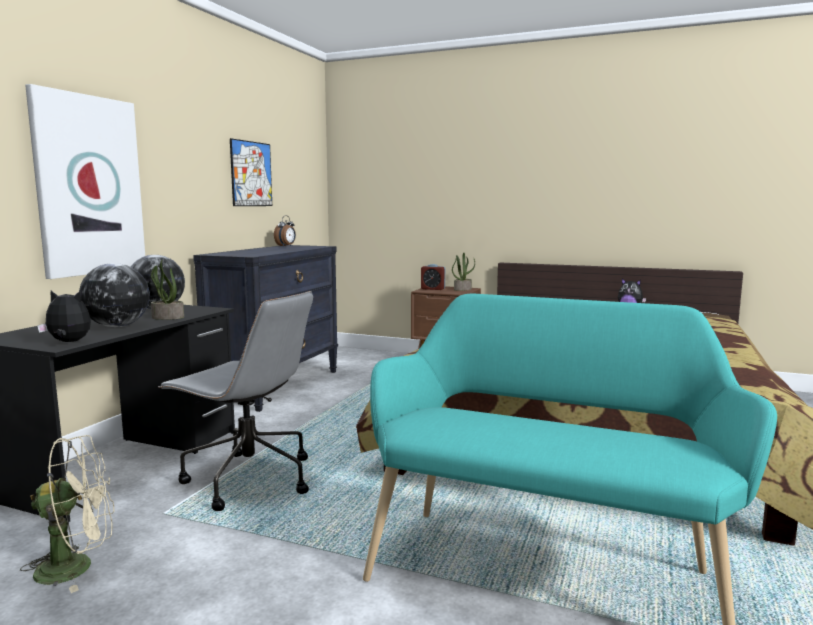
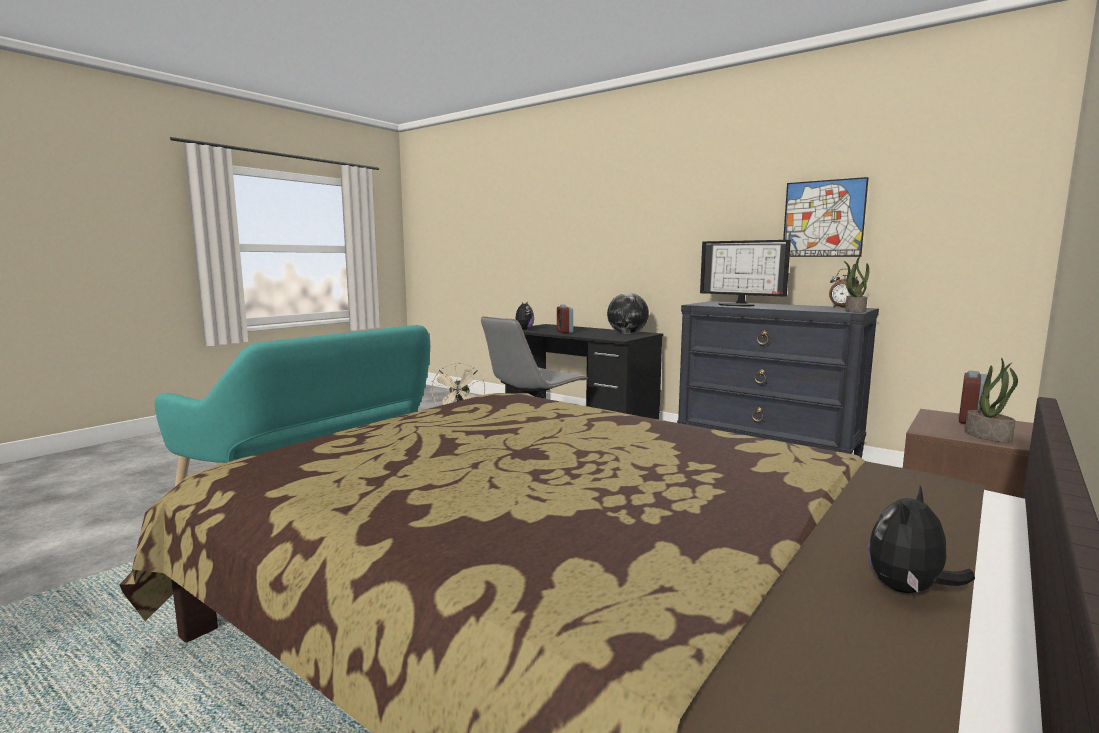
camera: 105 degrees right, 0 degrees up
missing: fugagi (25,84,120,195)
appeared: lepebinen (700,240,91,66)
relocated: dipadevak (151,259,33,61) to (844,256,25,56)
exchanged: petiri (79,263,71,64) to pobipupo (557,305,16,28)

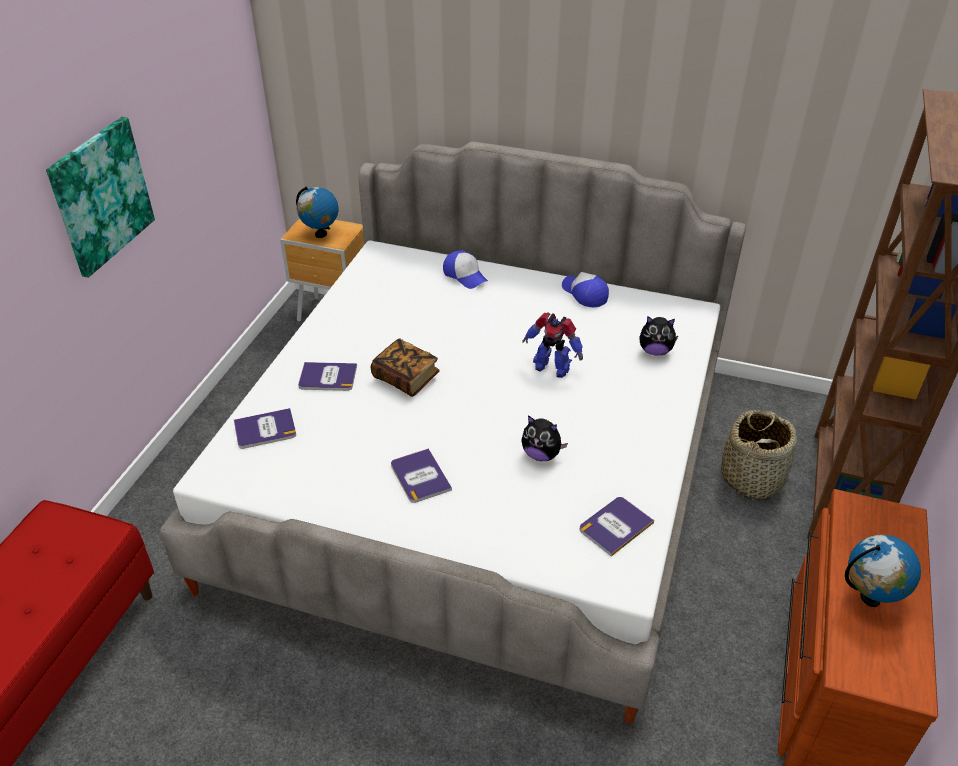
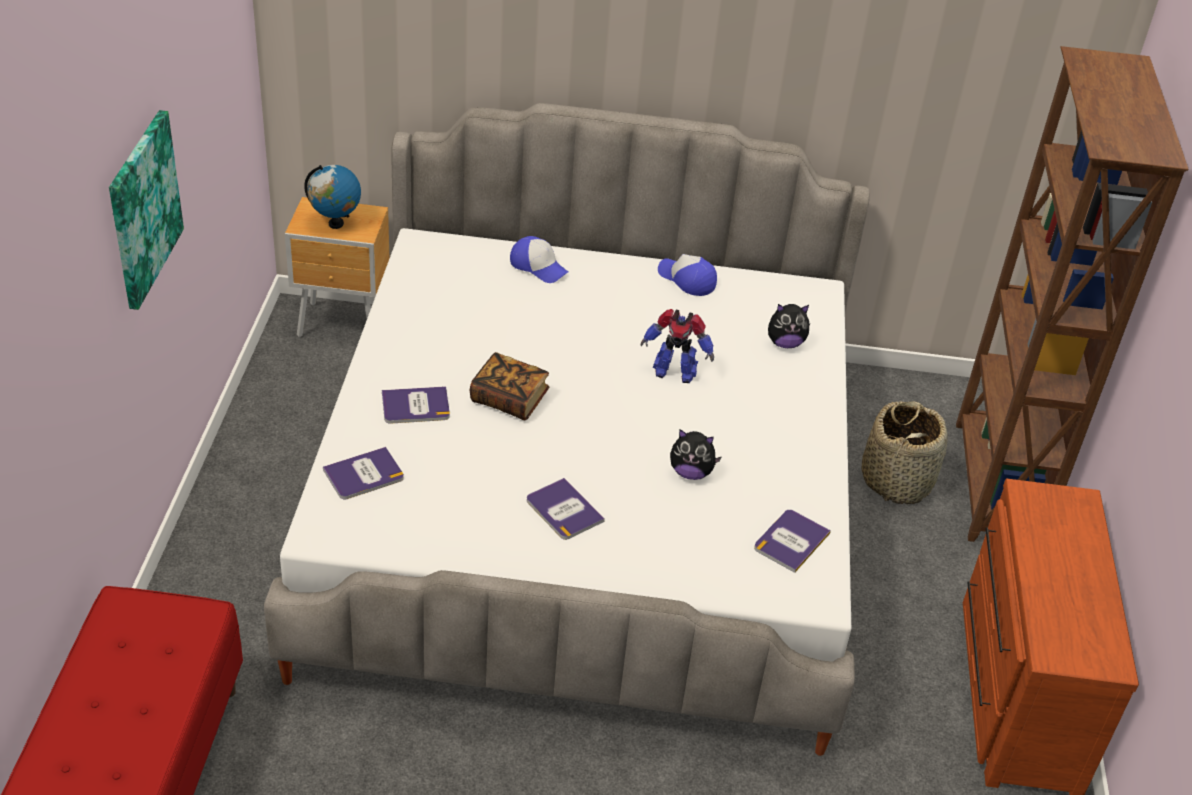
camera: 15 degrees left, 0 degrees up
missing: petiri (845,535,76,72)

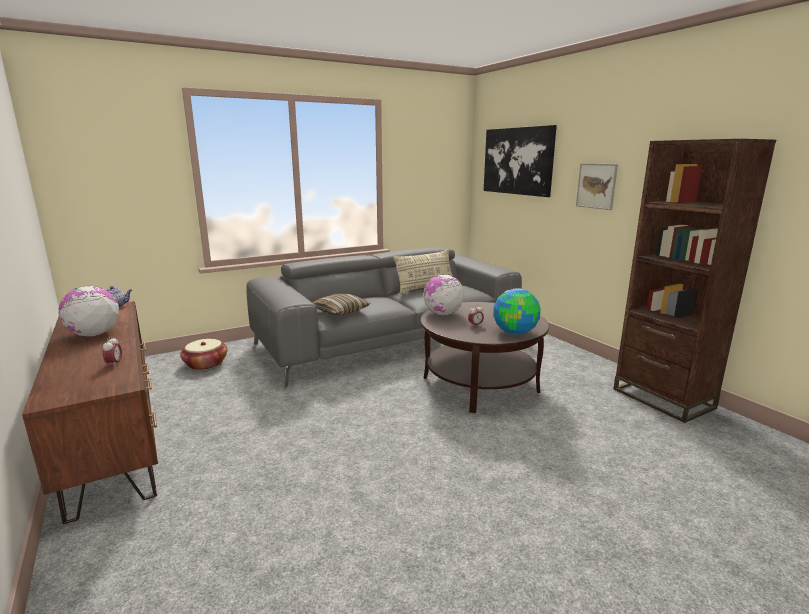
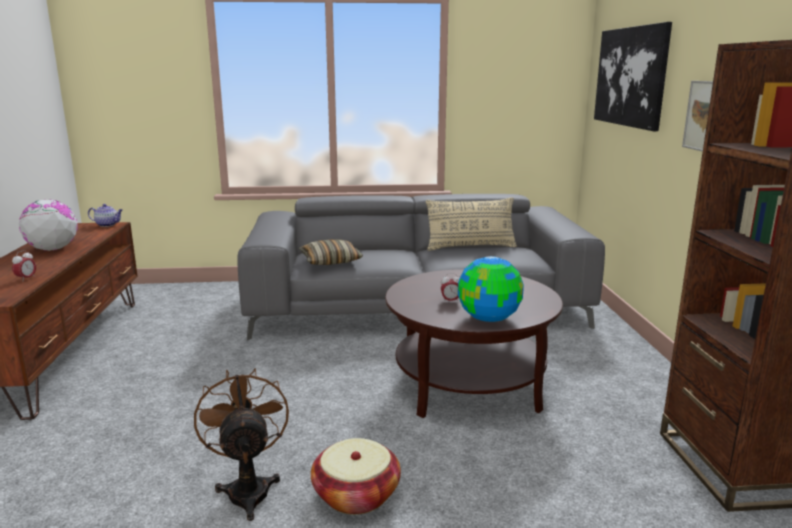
camera: 25 degrees right, 0 degrees up
missing: petiri (423,274,41,41)
appeared: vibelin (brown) (194,368,95,153)
relocated: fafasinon (180,339,48,31) to (311,438,90,77)

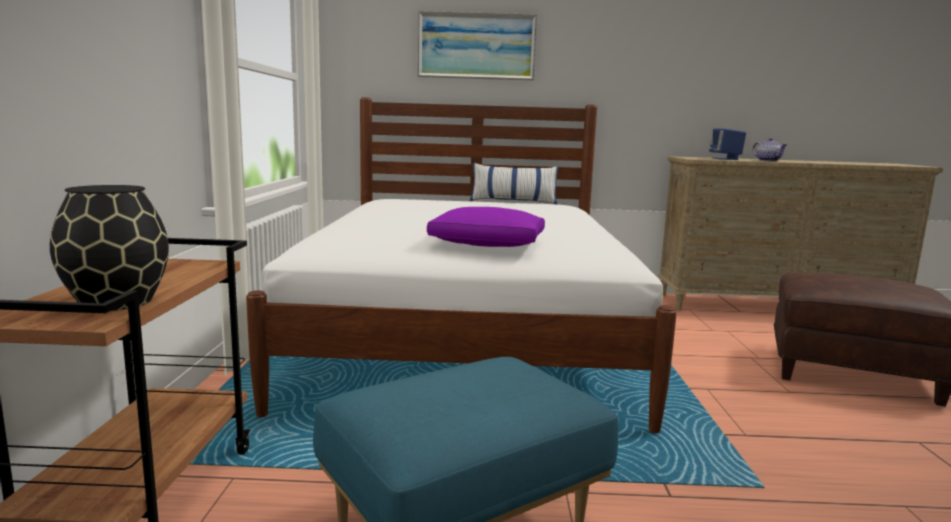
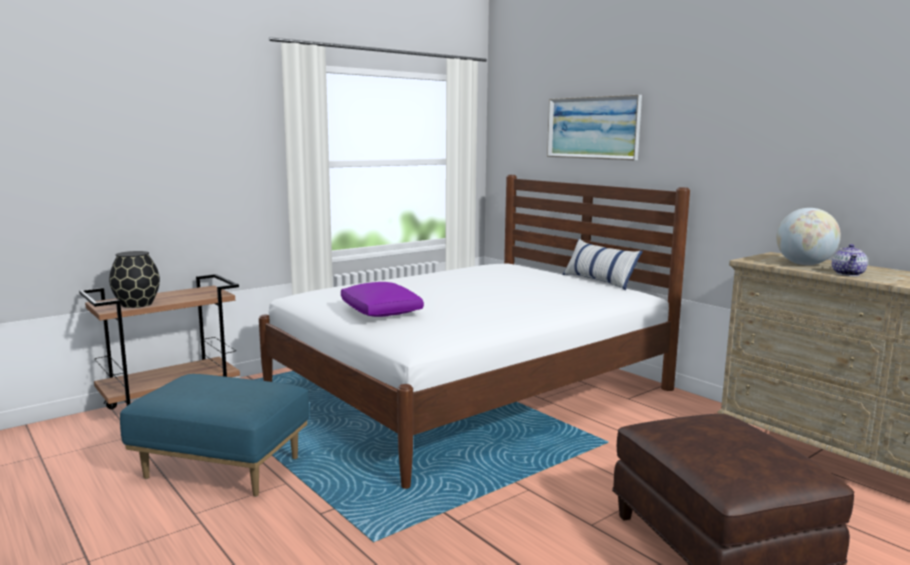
camera: 50 degrees right, 0 degrees up
exchanged: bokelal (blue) (709,129,37,31) to petiri (776,208,65,57)

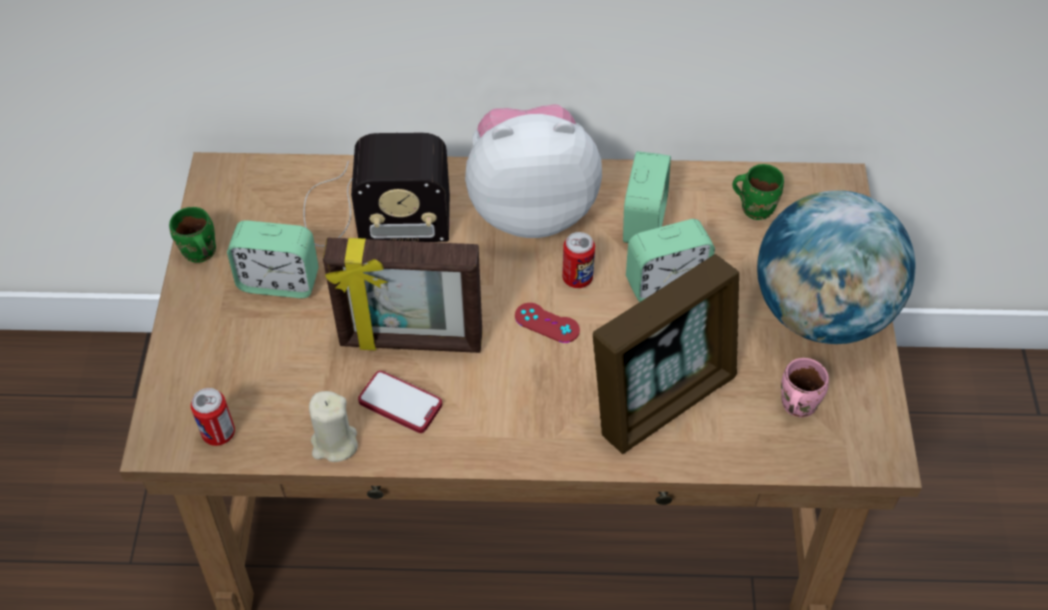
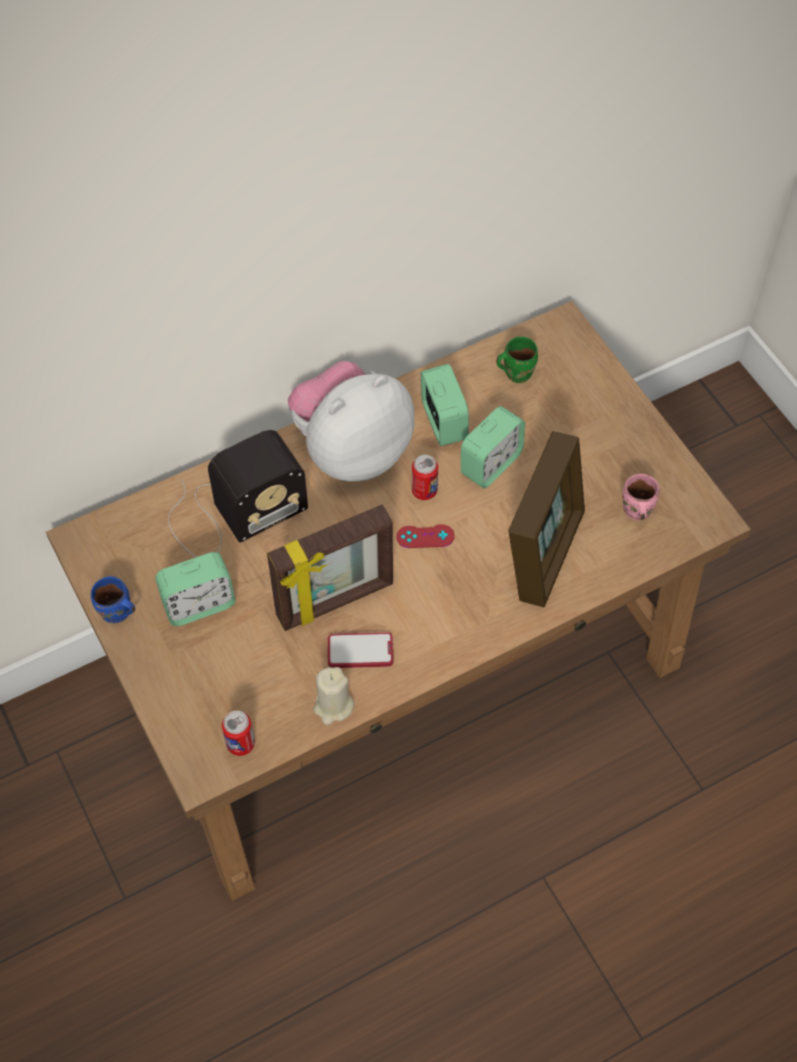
camera: 30 degrees left, 5 degrees up
missing: petiri (757,190,159,154)
colour: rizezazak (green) (169,207,47,56) to rizezazak (blue) (91,576,45,47)

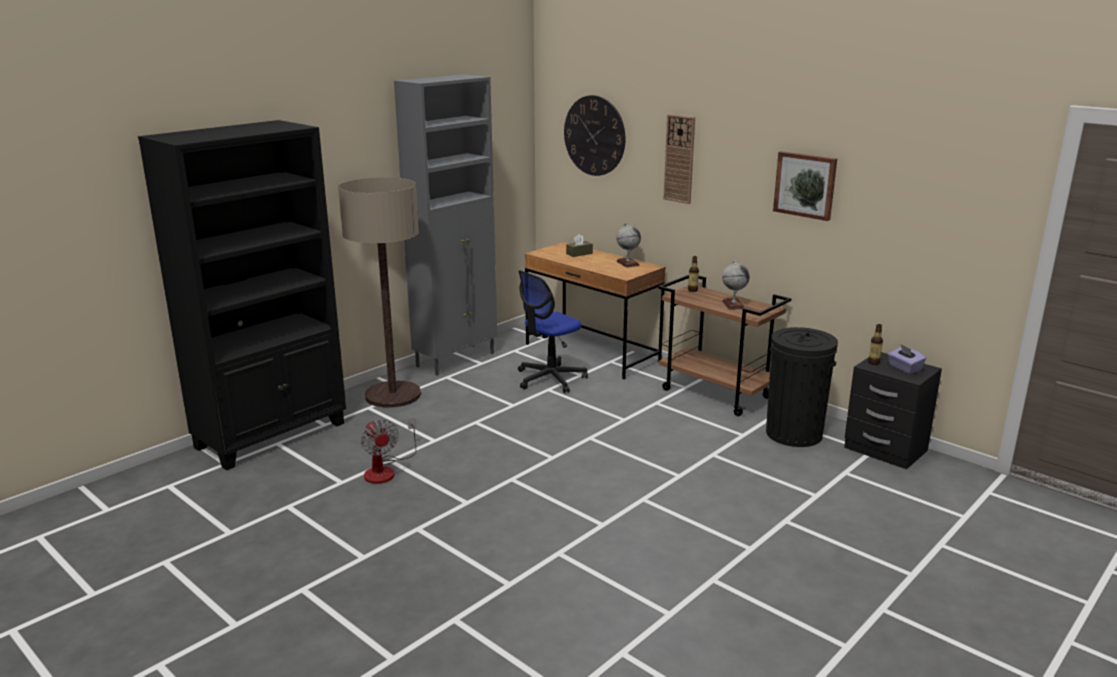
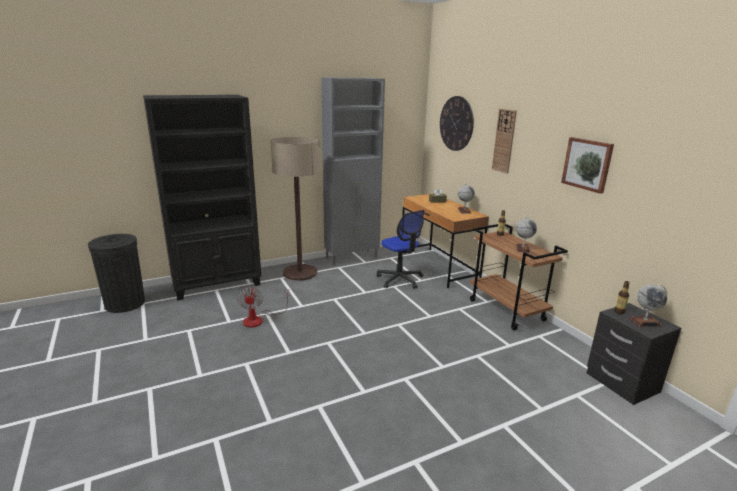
camera: 20 degrees right, 0 degrees up
relocated: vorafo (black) (766,327,72,120) to (88,234,57,79)
exchanged: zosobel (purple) (888,344,38,30) to petiri (629,284,38,43)
spun: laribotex (518,270,70,123) = (377,210,48,79) 105 degrees counterclockwise

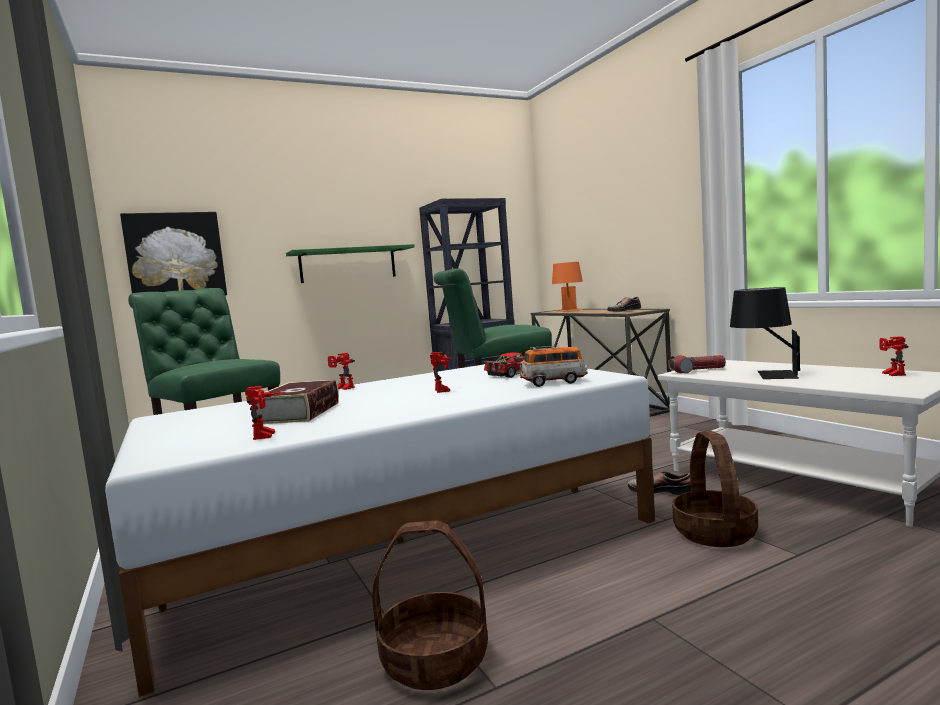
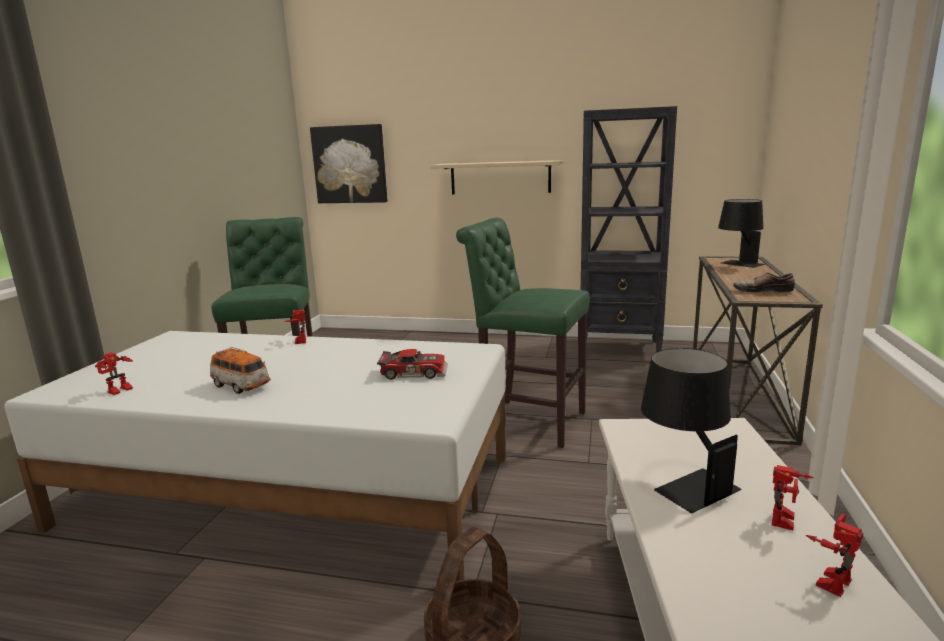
camera: 40 degrees right, 10 degrees up
missing: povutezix (256,380,83,44); fafasinon (372,520,116,170); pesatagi (628,471,63,24); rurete (668,355,58,18)
relocated: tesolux (430,352,22,41) to (772,465,42,65); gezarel (520,346,68,41) to (210,347,60,47)
colour: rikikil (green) (286,244,129,39) to rikikil (beige) (430,160,133,34); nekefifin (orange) (552,262,31,50) to nekefifin (black) (718,199,47,69)

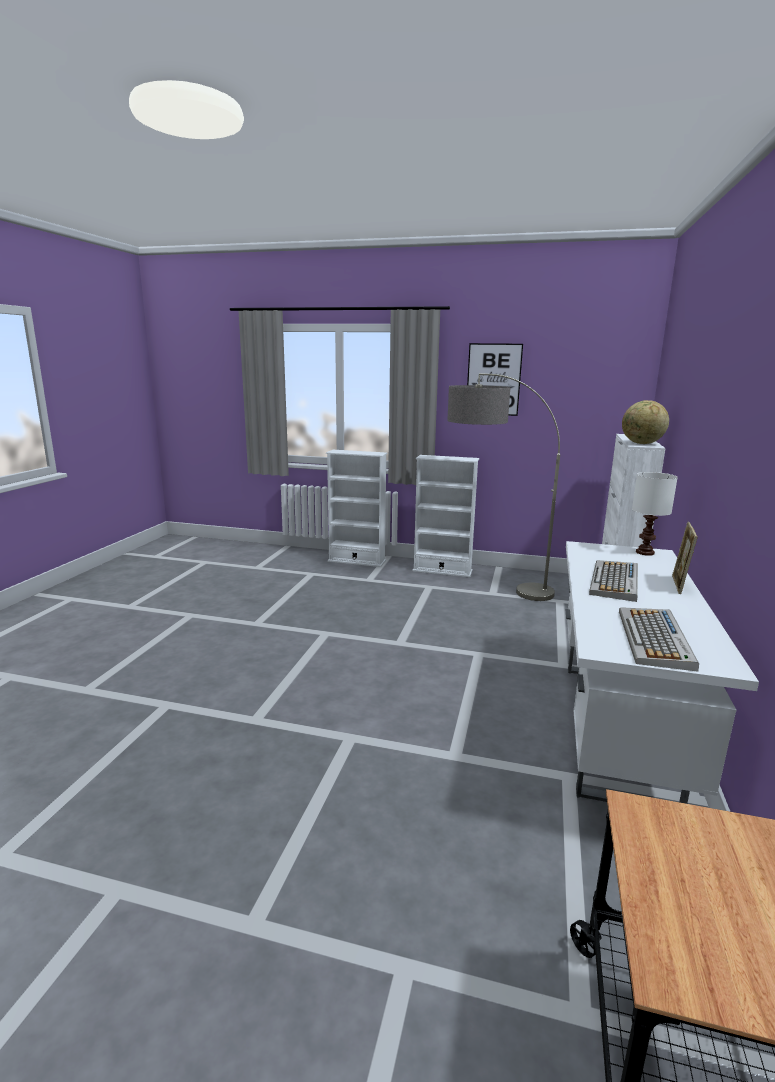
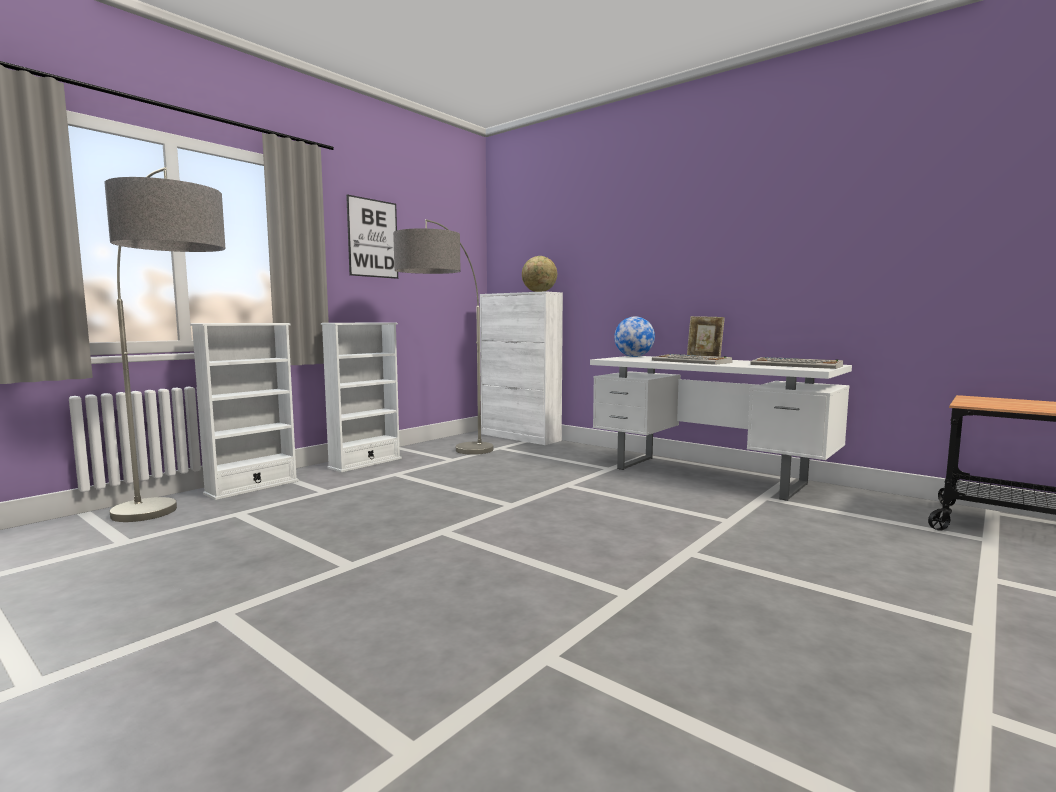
camera: 65 degrees left, 10 degrees down
appeared: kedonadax (104,167,121,355)
exchanged: nekefifin (white) (632,472,46,84) to petiri (614,316,41,41)

